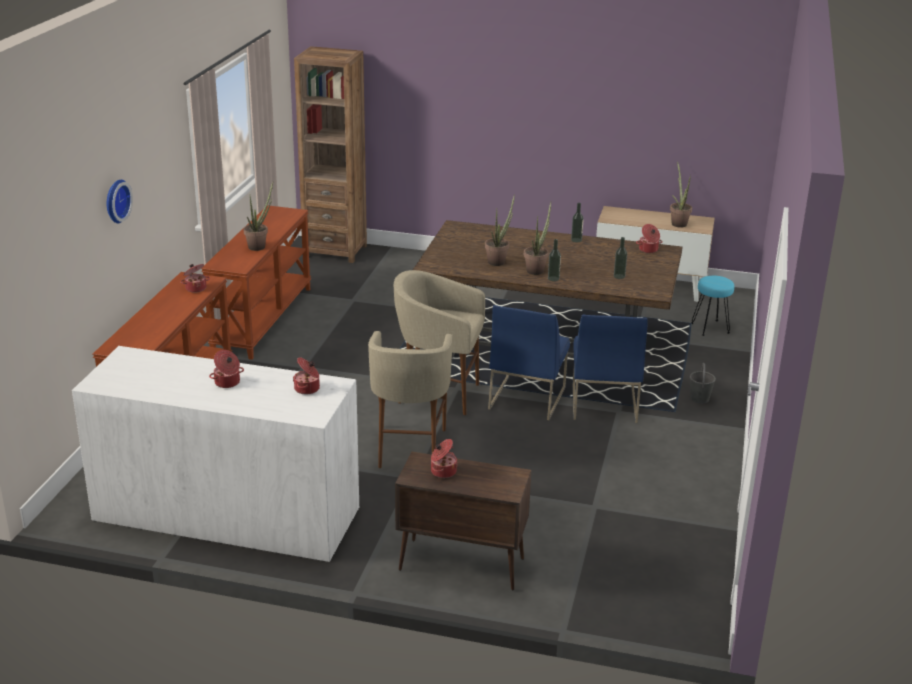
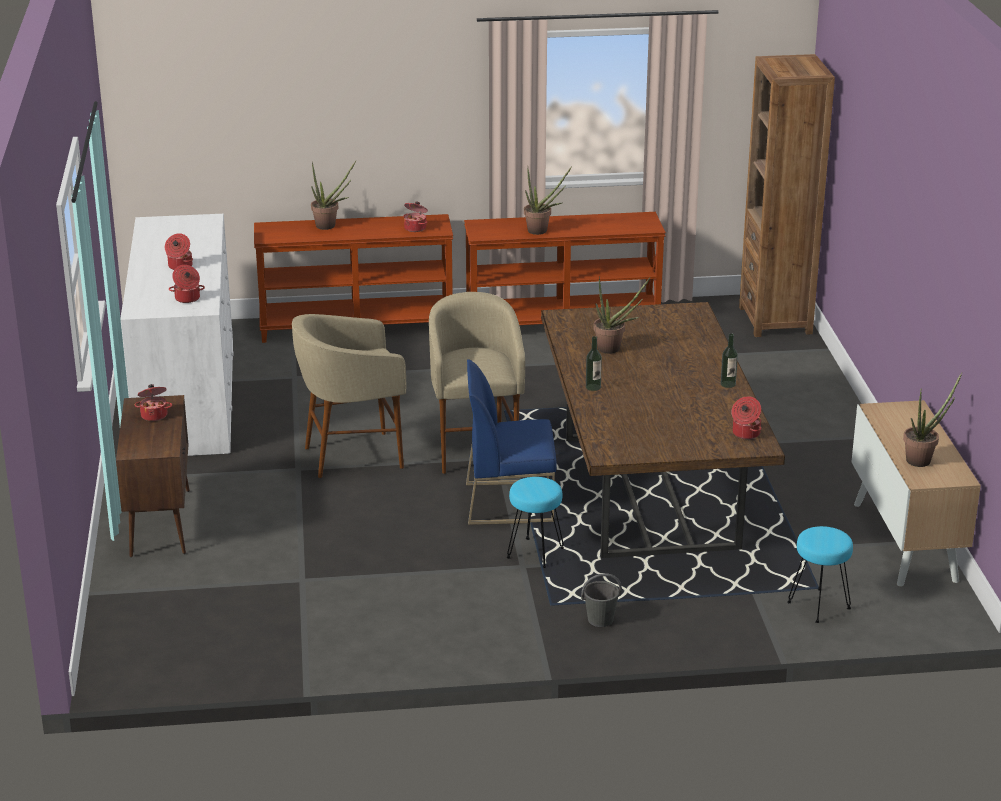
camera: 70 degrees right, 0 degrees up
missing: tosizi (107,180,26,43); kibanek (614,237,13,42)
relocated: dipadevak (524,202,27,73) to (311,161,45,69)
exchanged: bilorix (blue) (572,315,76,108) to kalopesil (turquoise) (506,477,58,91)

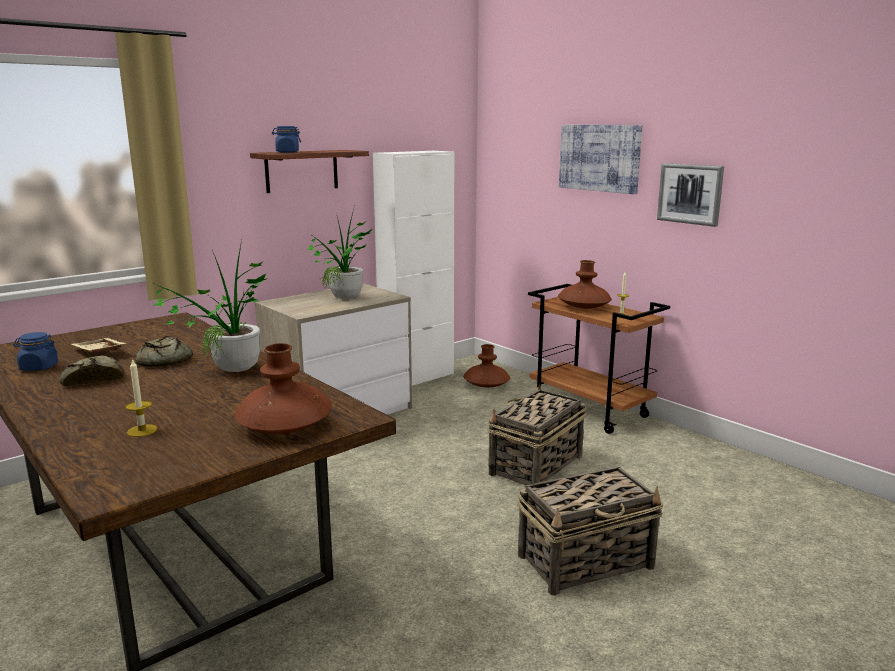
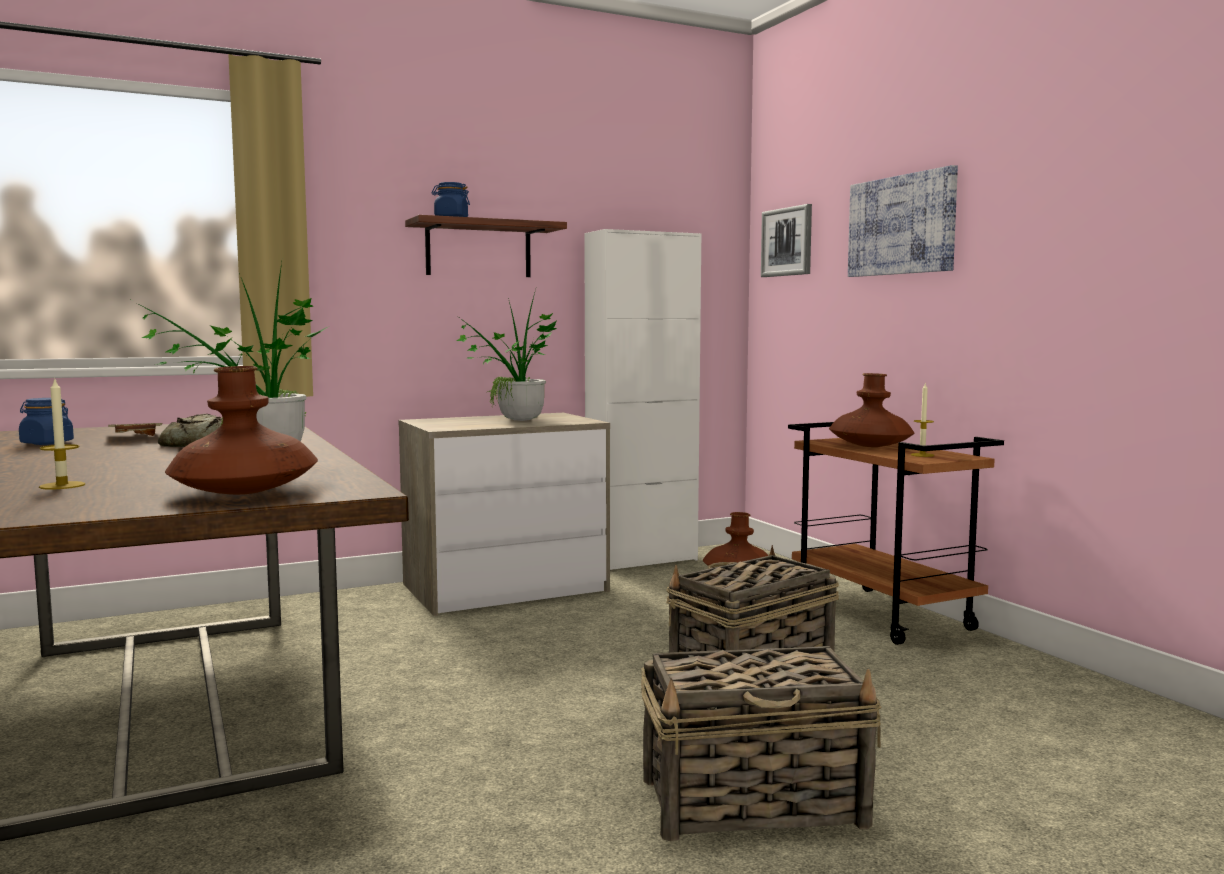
camera: 15 degrees right, 10 degrees down
missing: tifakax (60,355,65,32)
relocated: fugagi (657,163,67,64) to (761,204,51,73)

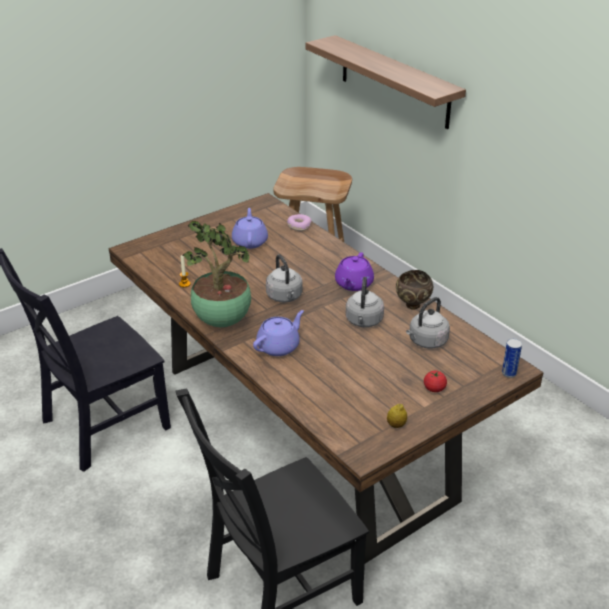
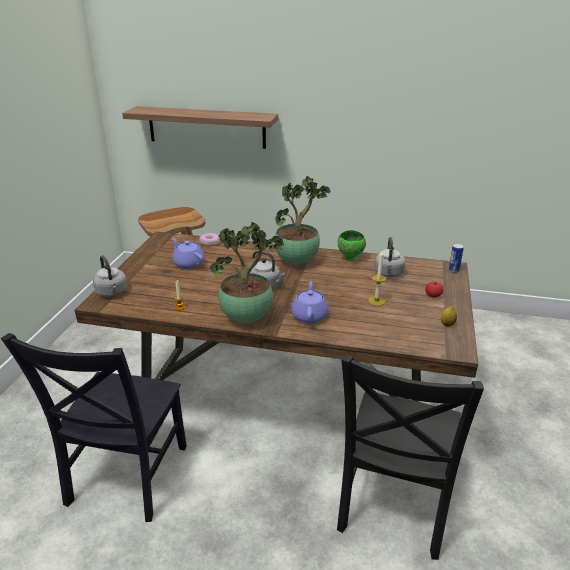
camera: 40 degrees left, 5 degrees down
appeared: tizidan (368,251,19,55)
relocated: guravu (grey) (346,277,38,50) to (93,255,34,42)
exchanged: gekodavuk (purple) (335,252,39,39) to dipadevak (275,176,56,88)
colour: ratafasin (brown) (396,270,37,40) to ratafasin (green) (338,230,28,31)

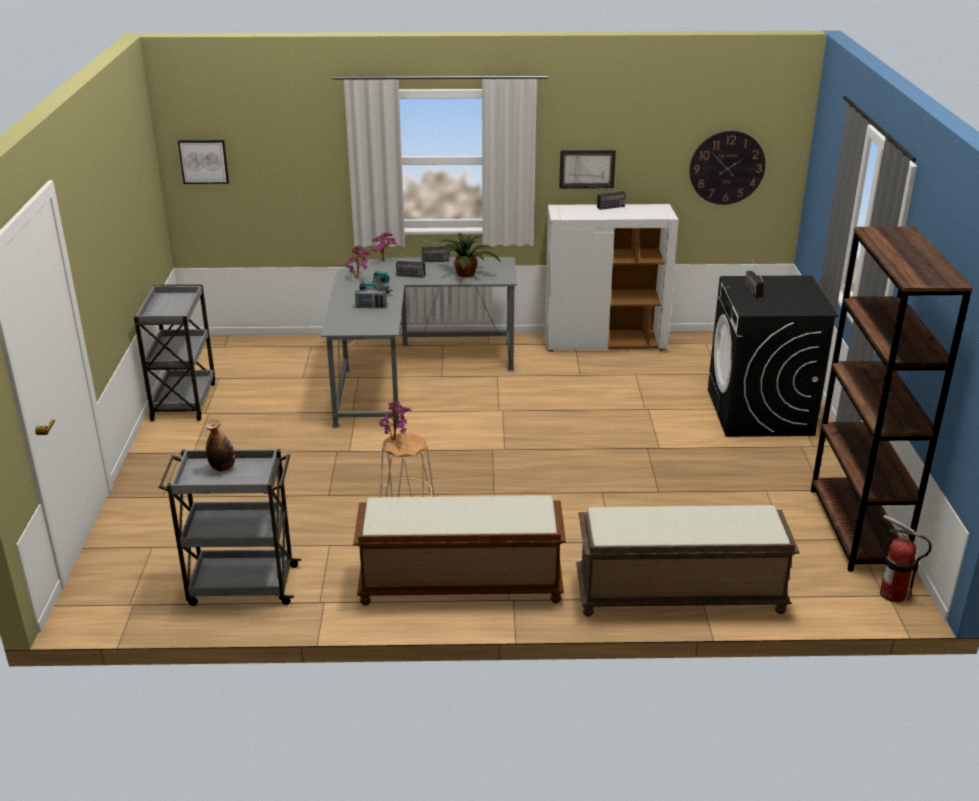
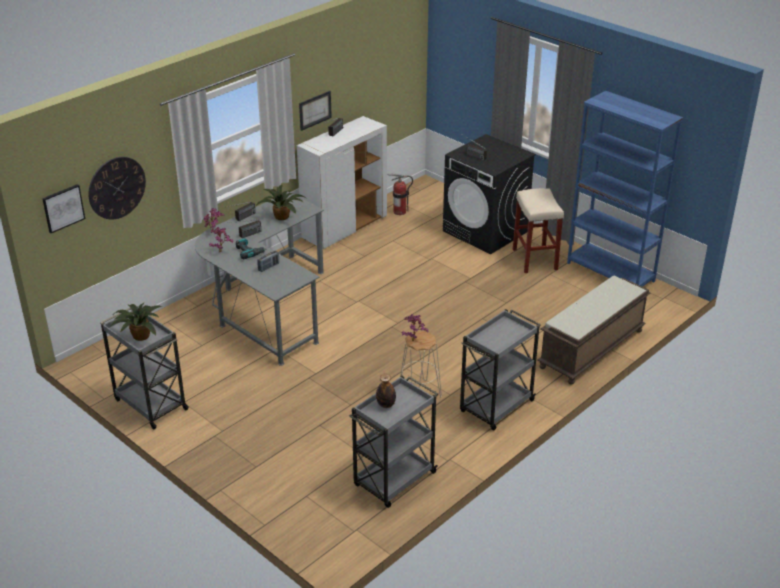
camera: 45 degrees left, 5 degrees up
appeared: dipadevak (111,302,51,39); kalopesil (beige) (513,188,51,85)
relocated: tosizi (689,131,76,74) to (88,157,58,62); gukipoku (880,514,52,88) to (387,173,26,42)
exchanged: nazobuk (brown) (353,496,213,109) to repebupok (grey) (460,309,81,121)
colour: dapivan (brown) (811,226,162,345) to dapivan (blue) (567,91,116,196)

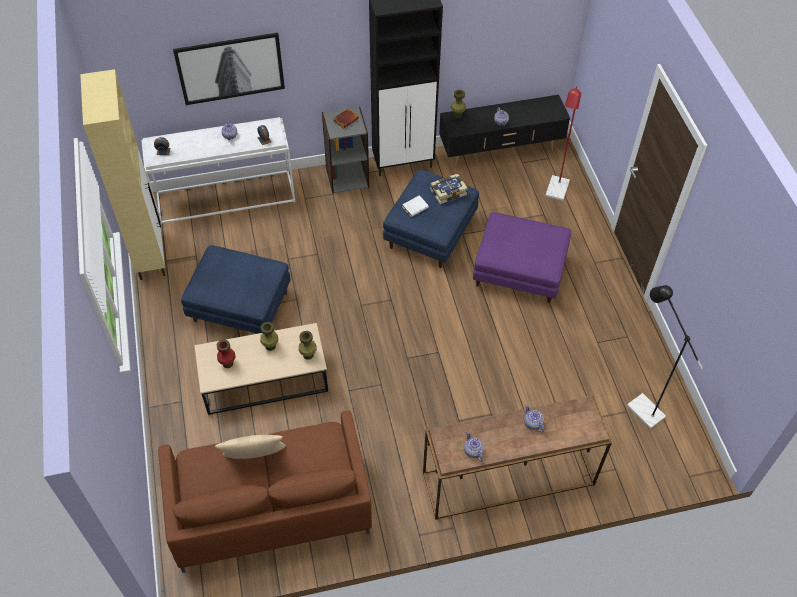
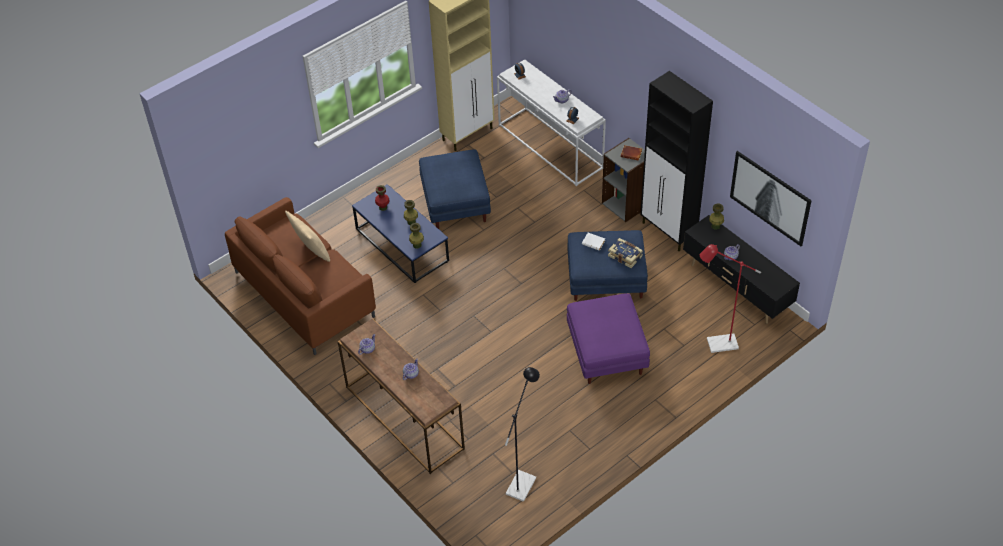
camera: 65 degrees right, 5 degrees down
relocated: fugagi (173,32,112,73) to (730,151,82,95)
colour: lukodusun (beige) (194,323,134,92) to lukodusun (blue) (352,184,97,99)

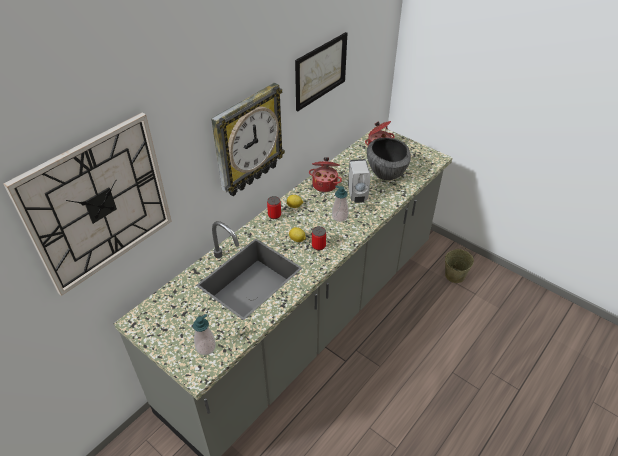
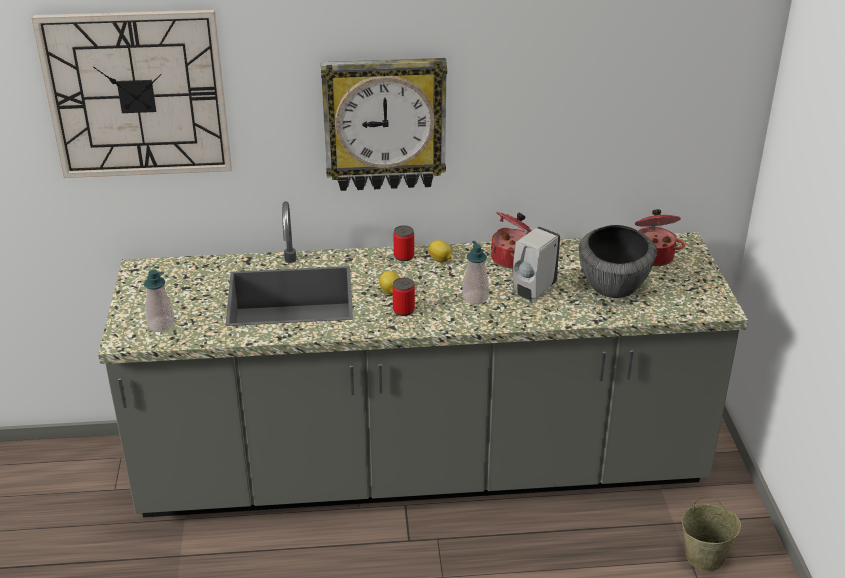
camera: 45 degrees right, 10 degrees down
missing: fugagi (295,32,52,79)

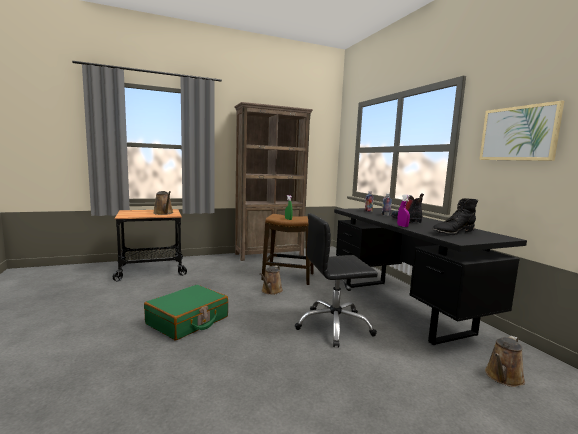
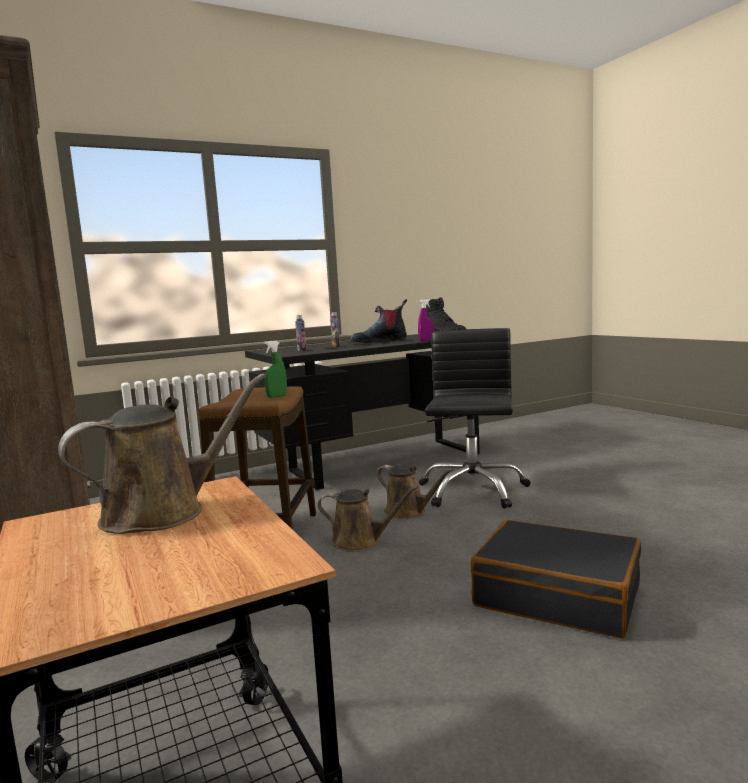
camera: 95 degrees left, 0 degrees up
missing: fugagi (479,100,85,61)
relocated: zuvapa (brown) (485,336,40,51) to (376,464,78,55)
colour: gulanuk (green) (144,285,84,55) to gulanuk (black) (471,520,170,118)
spun: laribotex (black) (295,213,83,135) = (419,328,112,181) 150 degrees counterclockwise

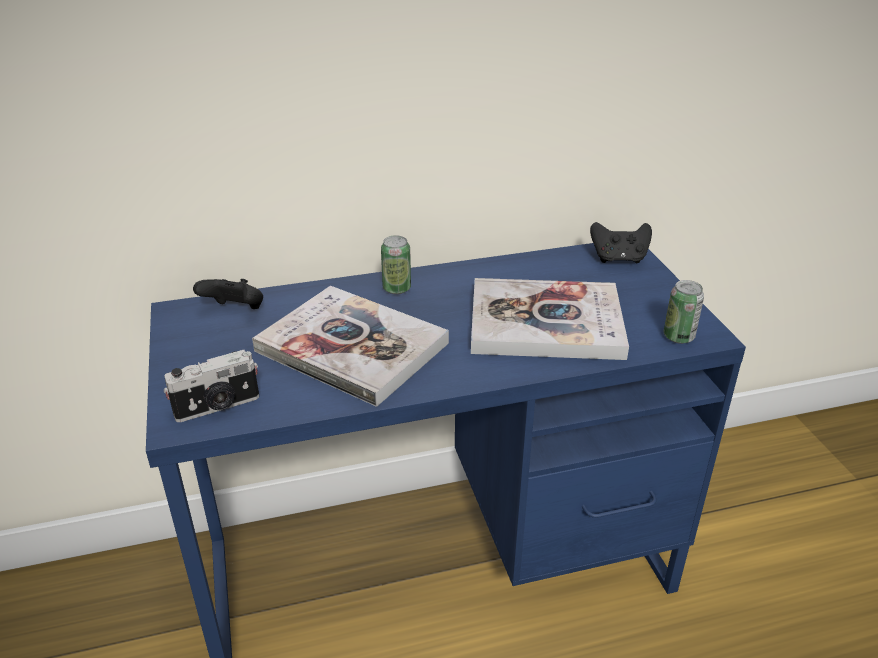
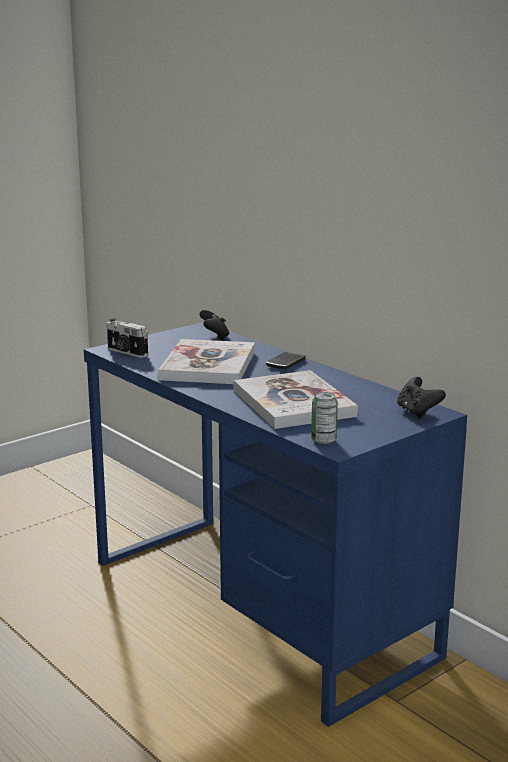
camera: 65 degrees right, 15 degrees down
exchanged: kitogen (381,235,30,59) to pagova (266,352,40,18)

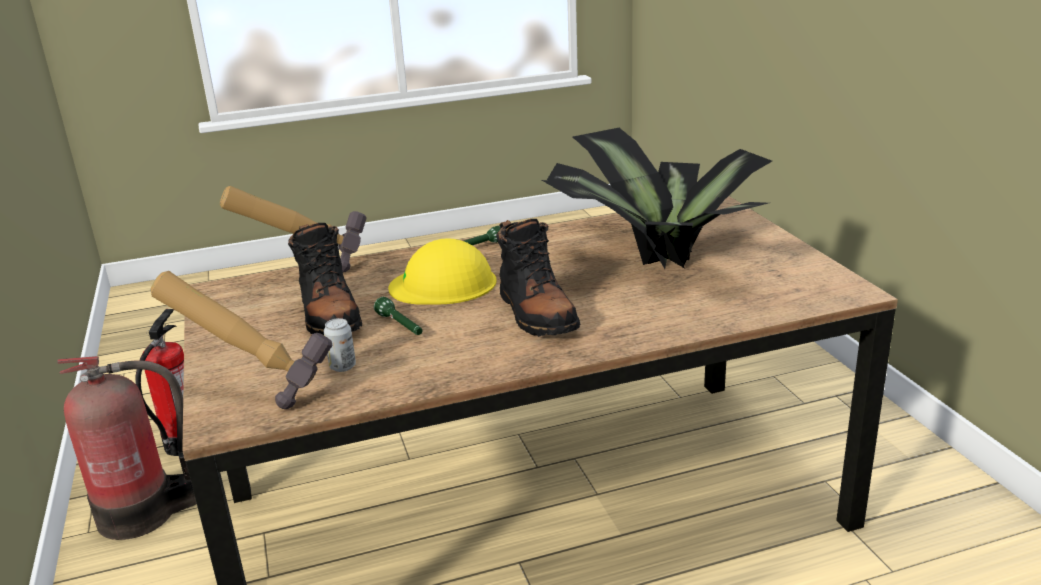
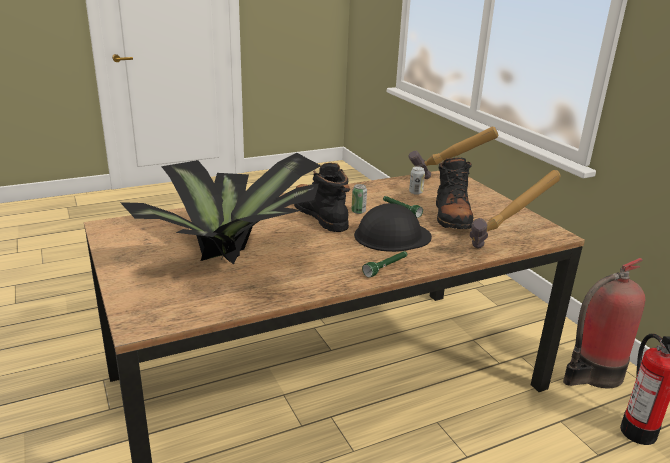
camera: 170 degrees right, 0 degrees up
appeared: kitogen (351,184,16,30)
colour: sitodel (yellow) (388,238,108,67) to sitodel (black) (354,203,78,49)
spun: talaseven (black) (288,223,74,112) = (436,157,38,72) 150 degrees counterclockwise

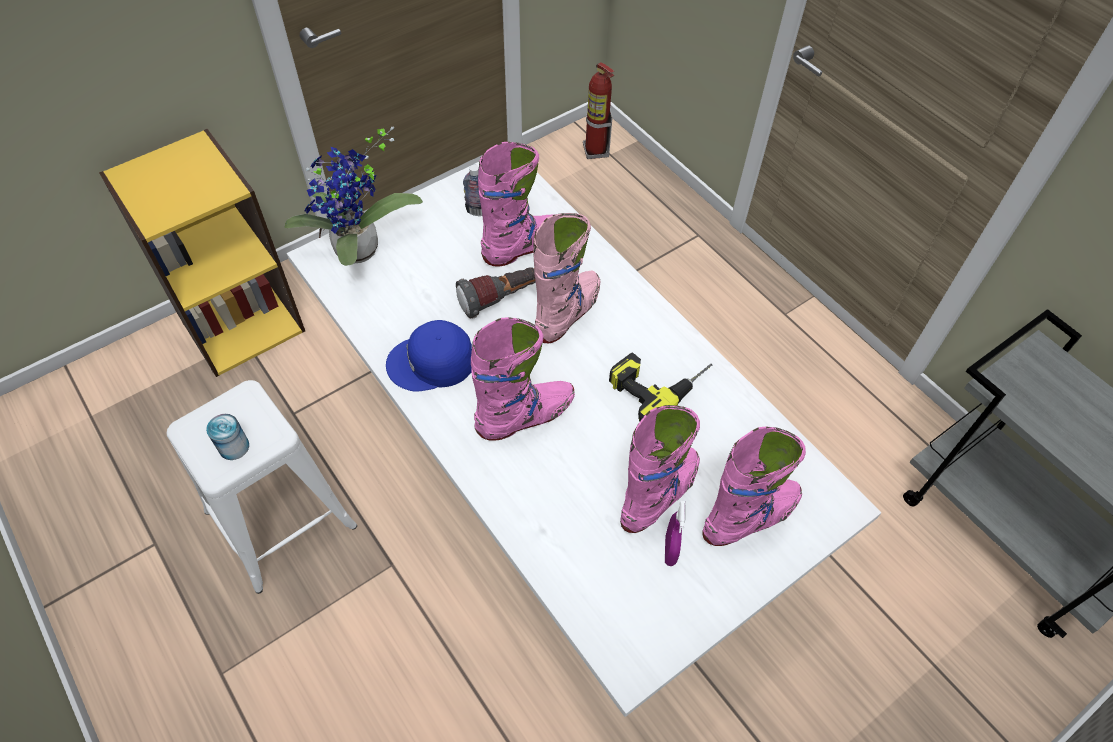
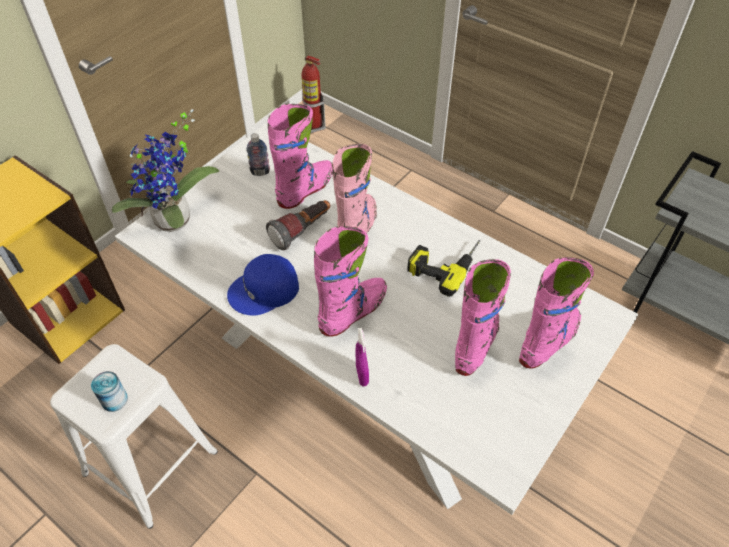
camera: 15 degrees left, 5 degrees down
relocated: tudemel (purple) (665,501,21,65) to (356,328,13,58)

